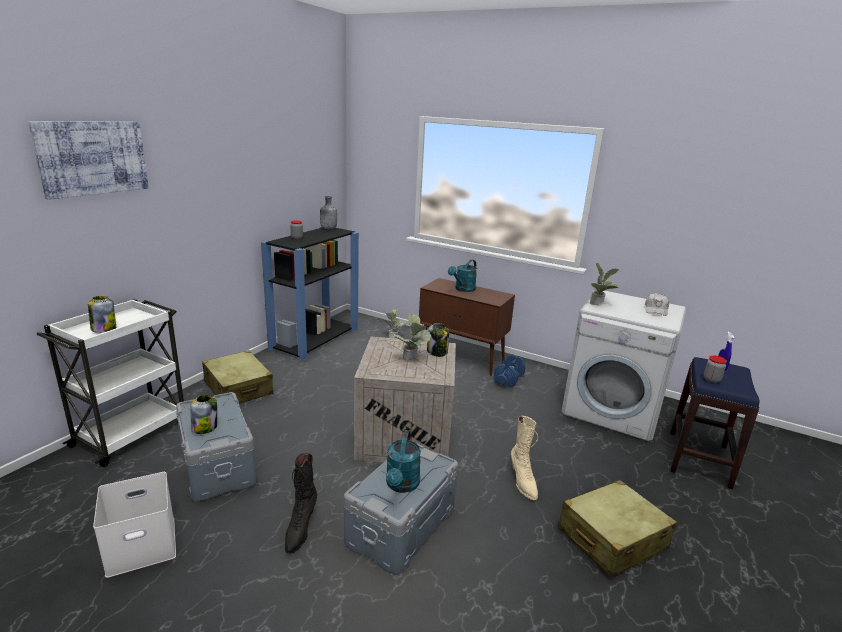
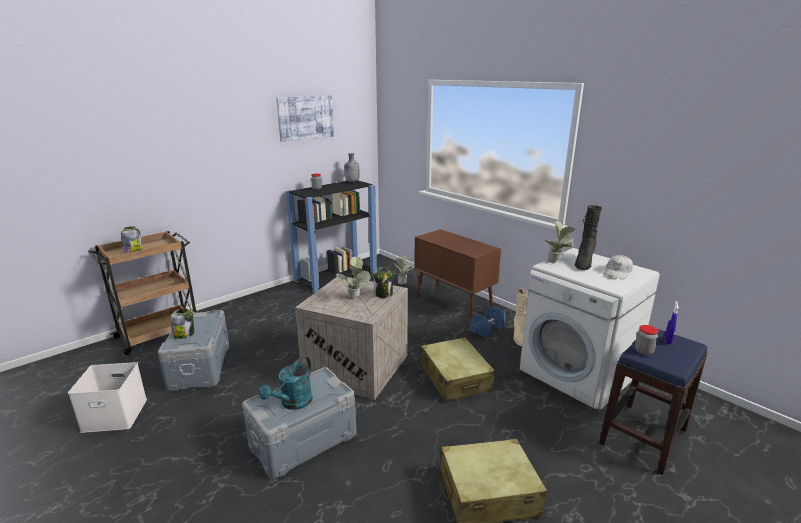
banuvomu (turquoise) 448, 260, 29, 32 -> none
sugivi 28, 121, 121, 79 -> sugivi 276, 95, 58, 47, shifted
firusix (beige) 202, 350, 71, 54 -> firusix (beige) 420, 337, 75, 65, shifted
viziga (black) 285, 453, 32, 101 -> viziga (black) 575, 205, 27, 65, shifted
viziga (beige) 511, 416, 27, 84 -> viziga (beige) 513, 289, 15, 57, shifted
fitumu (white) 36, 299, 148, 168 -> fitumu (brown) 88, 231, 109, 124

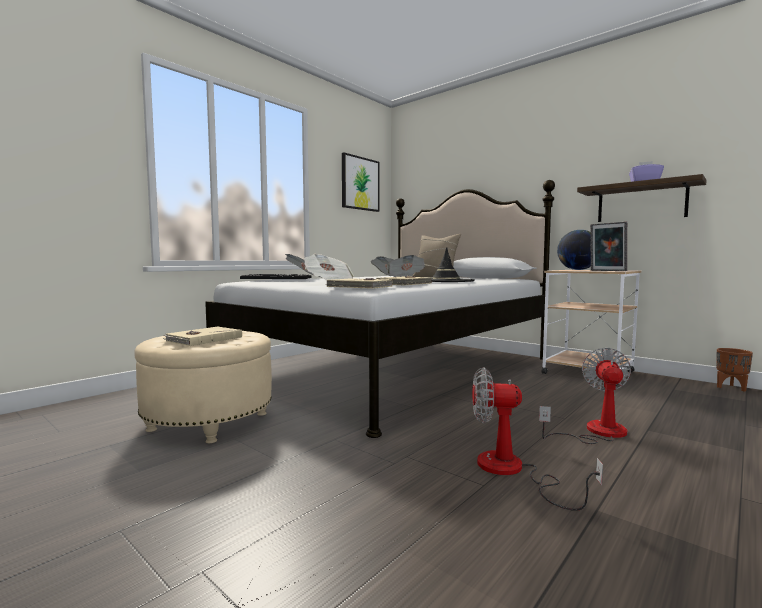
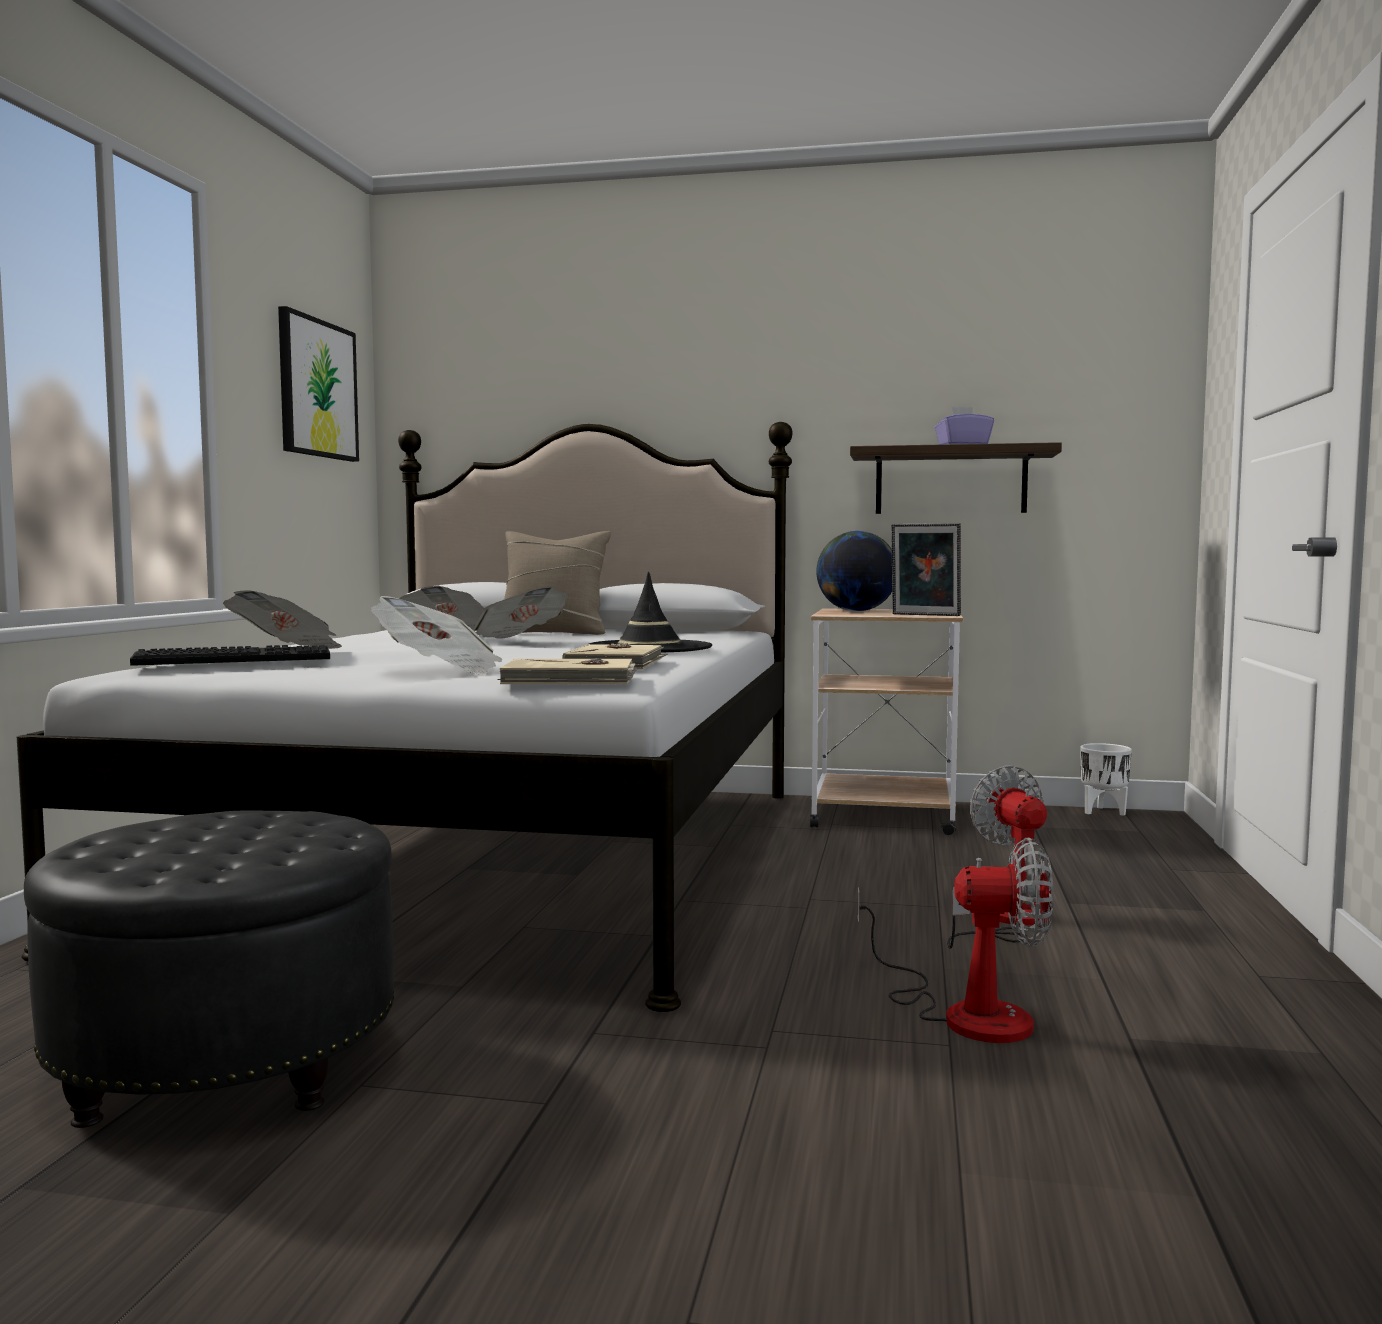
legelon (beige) 163, 327, 79, 19 -> none
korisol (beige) 134, 331, 138, 112 -> korisol (black) 24, 810, 370, 318
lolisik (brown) 716, 348, 37, 44 -> lolisik (white) 1080, 743, 52, 73
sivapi 472, 367, 131, 144 -> sivapi 858, 838, 196, 205, 150 degrees counterclockwise

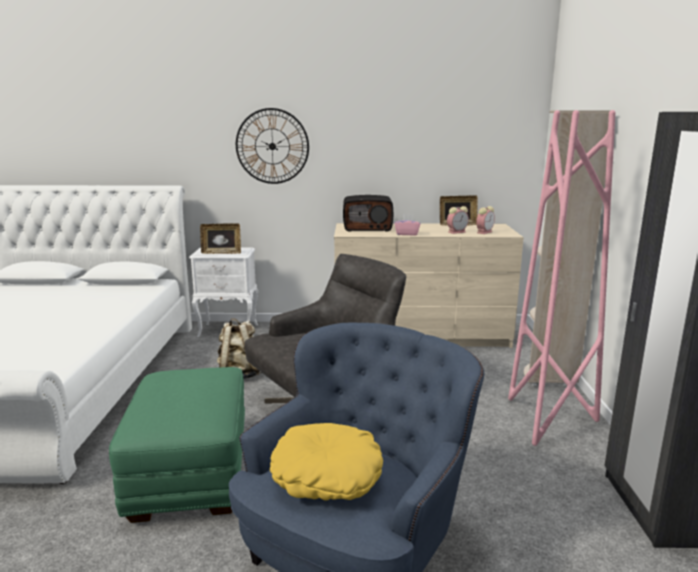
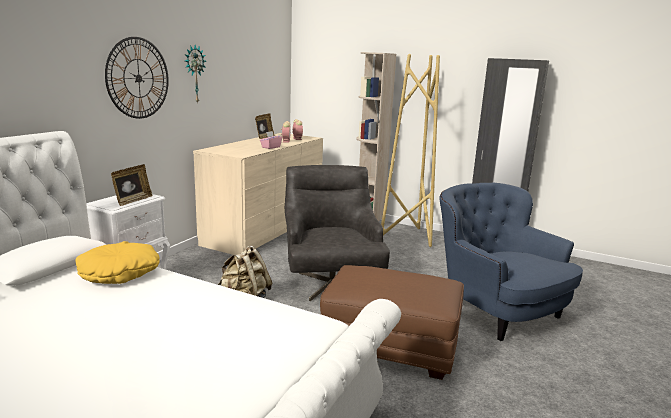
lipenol 343, 195, 50, 36 -> none
none -> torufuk 185, 45, 21, 59
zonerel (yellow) 270, 423, 113, 77 -> zonerel (yellow) 75, 241, 85, 43, shifted
korisol (green) 109, 367, 136, 156 -> korisol (brown) 320, 265, 144, 115
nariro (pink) 508, 110, 107, 336 -> nariro (yellow) 381, 54, 59, 193

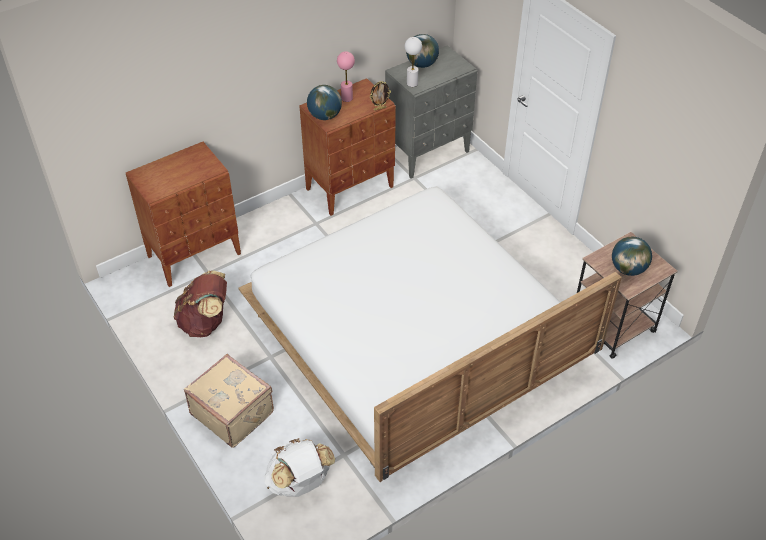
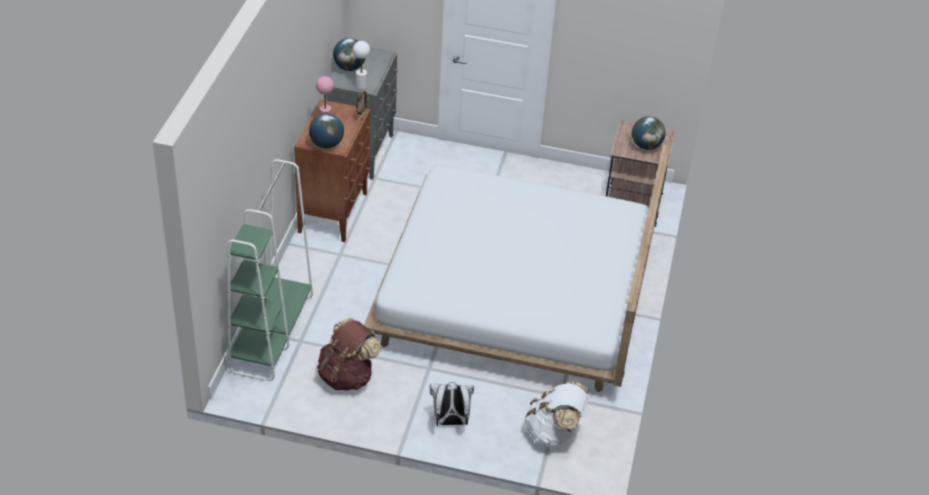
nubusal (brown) 126, 142, 115, 145 -> nariro (green) 227, 159, 86, 222
firusix (beige) 184, 354, 90, 94 -> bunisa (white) 430, 382, 44, 44

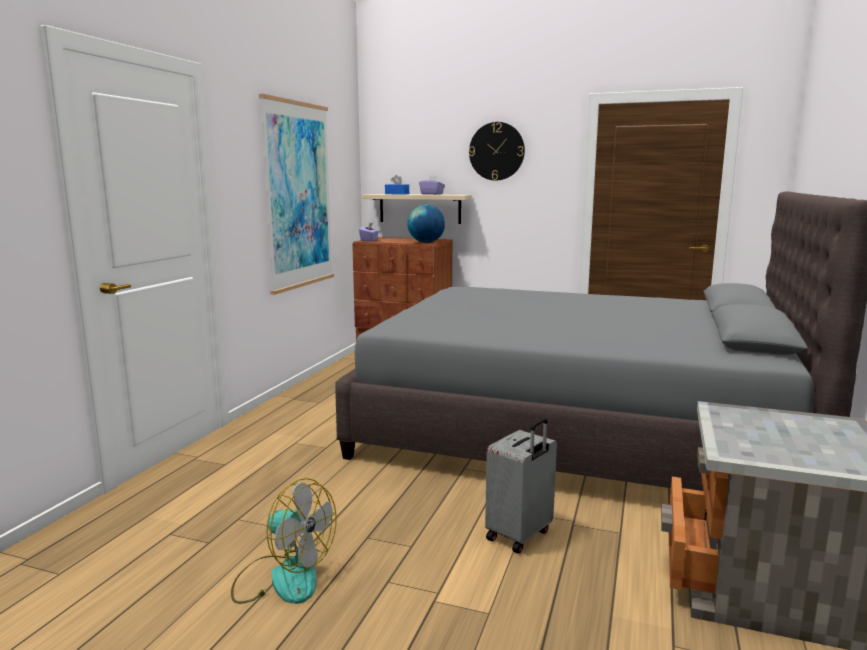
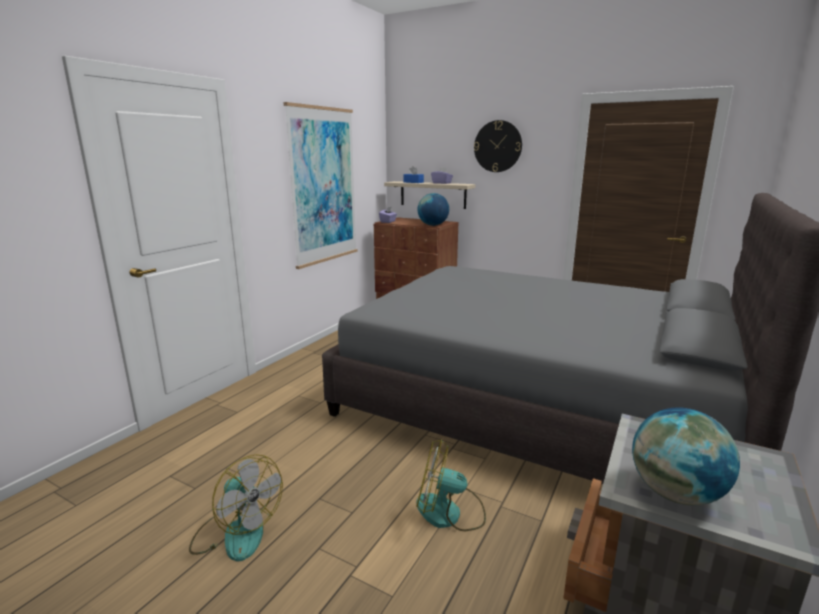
none -> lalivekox 632, 407, 108, 98
firusix (grey) 485, 418, 72, 135 -> sivapi 416, 439, 70, 92

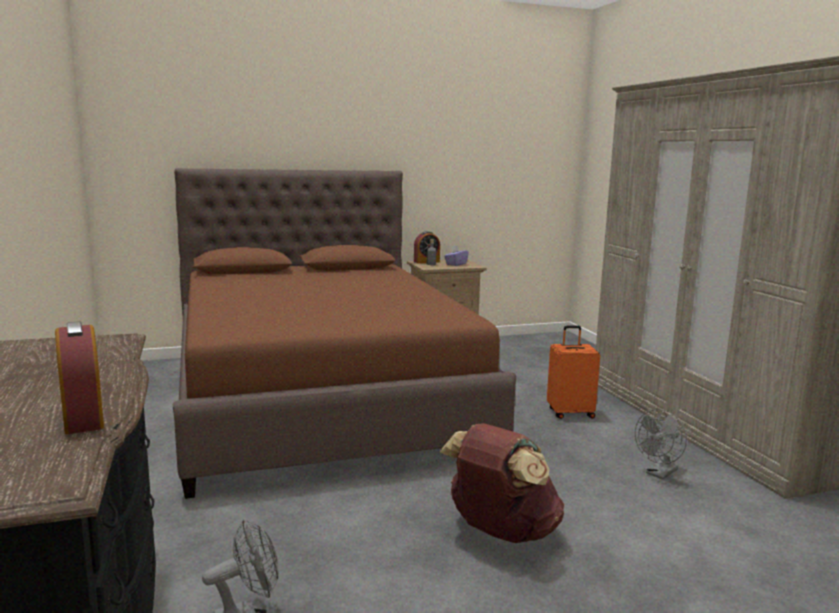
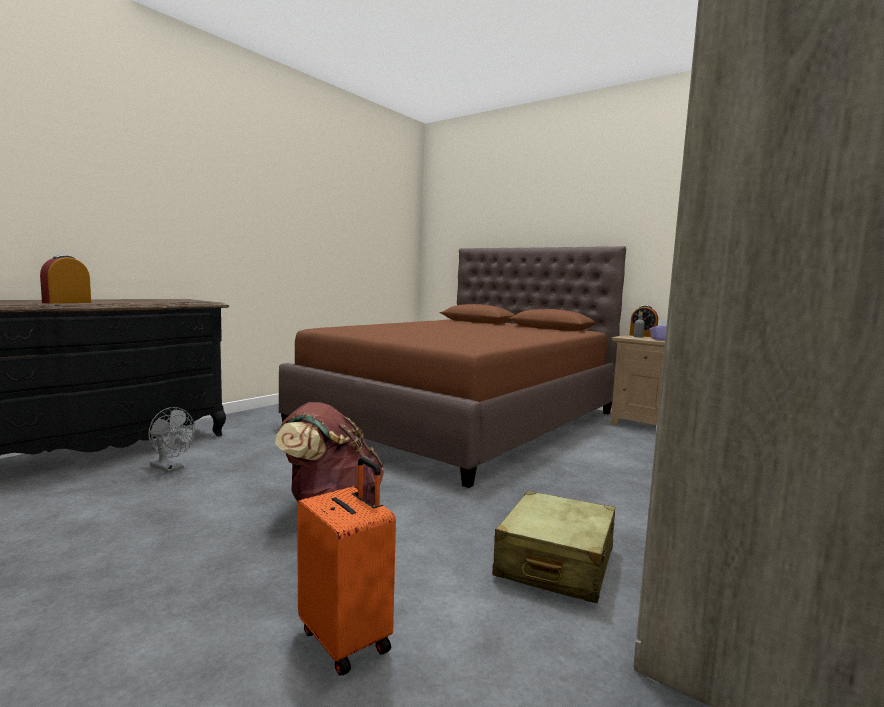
firusix (orange) 547, 326, 53, 93 -> firusix (orange) 297, 457, 99, 219, shifted
sivapi (grey) 635, 409, 52, 70 -> firusix (beige) 493, 491, 122, 112

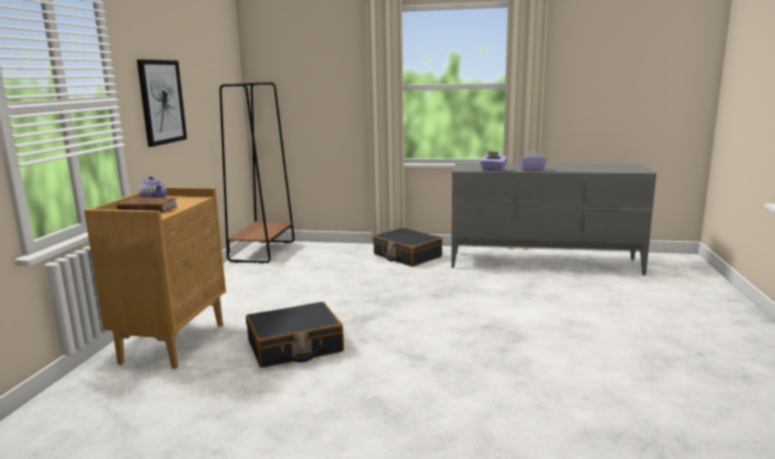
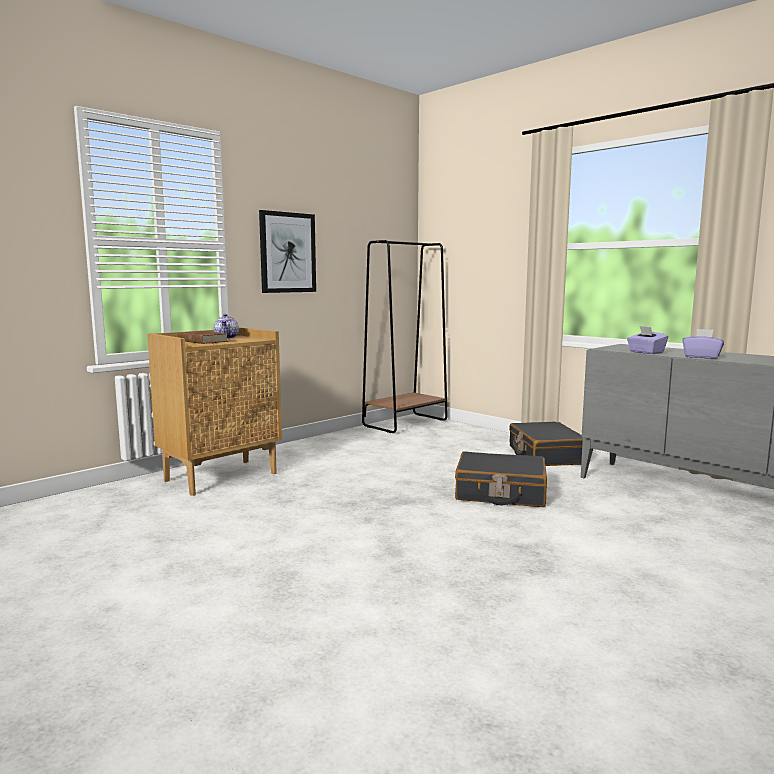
firusix (black) 246, 302, 98, 66 -> firusix (black) 455, 451, 92, 56, shifted

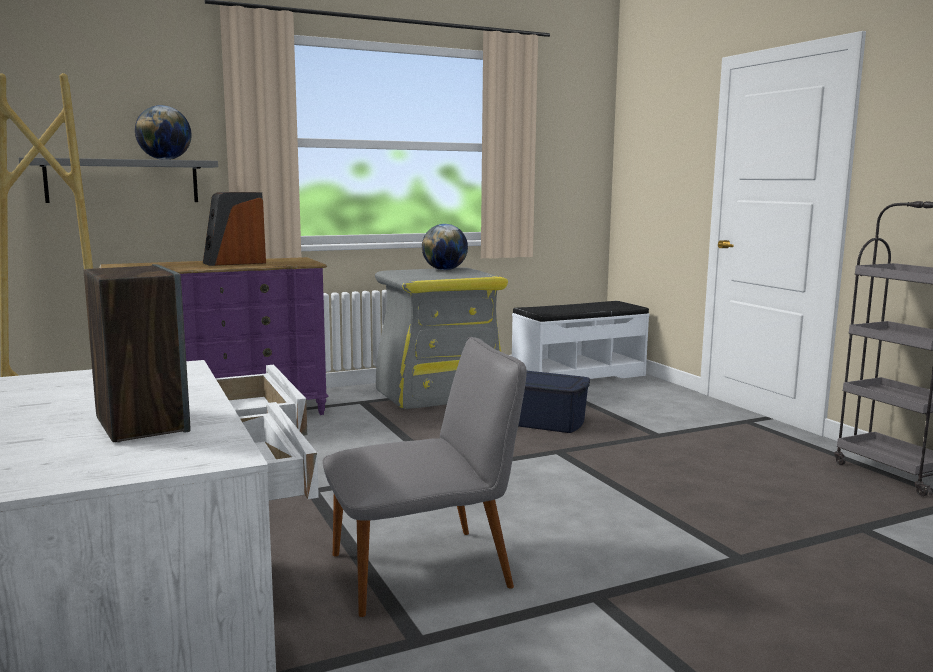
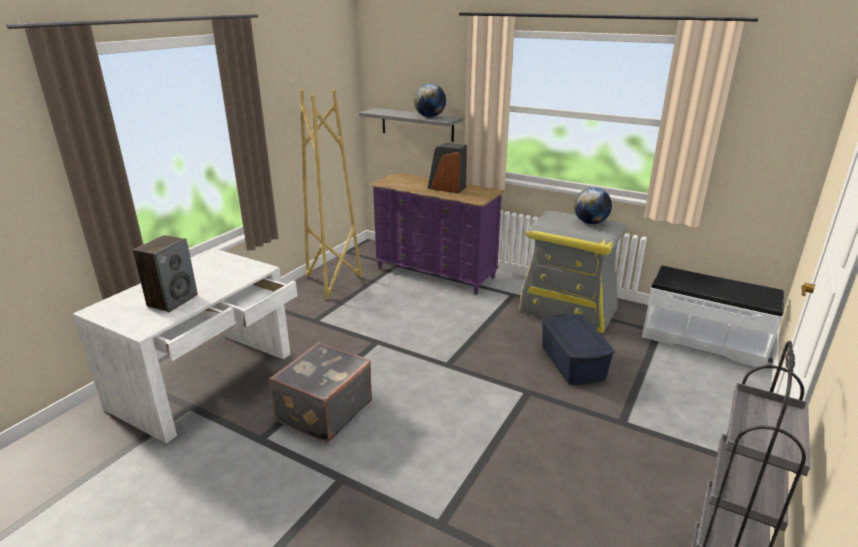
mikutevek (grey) 322, 337, 205, 280 -> firusix (grey) 269, 342, 103, 101

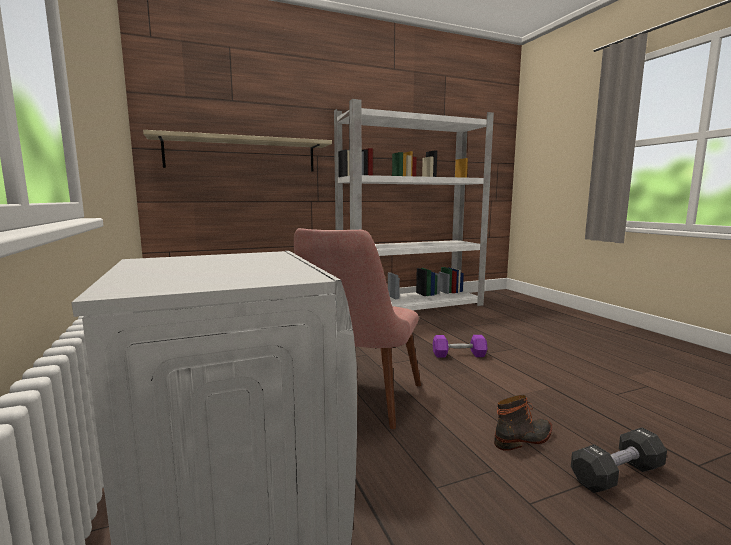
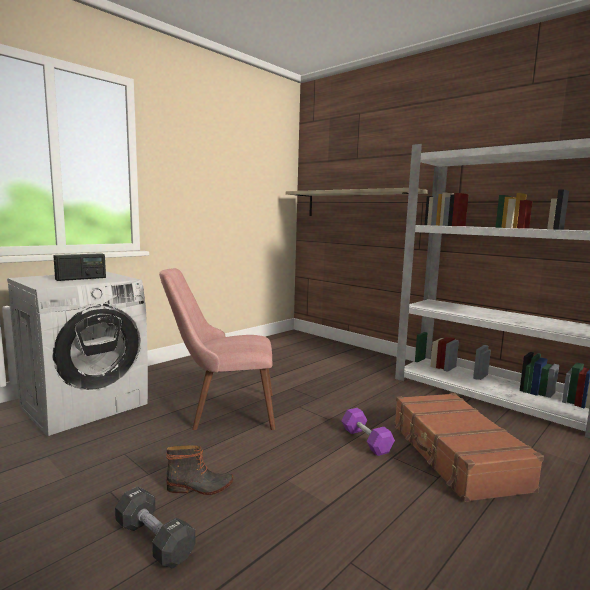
none -> lipenol 53, 253, 53, 28
none -> firusix (brown) 394, 393, 150, 109
viziga 494, 395, 58, 56 -> viziga 166, 445, 68, 50, 45 degrees counterclockwise

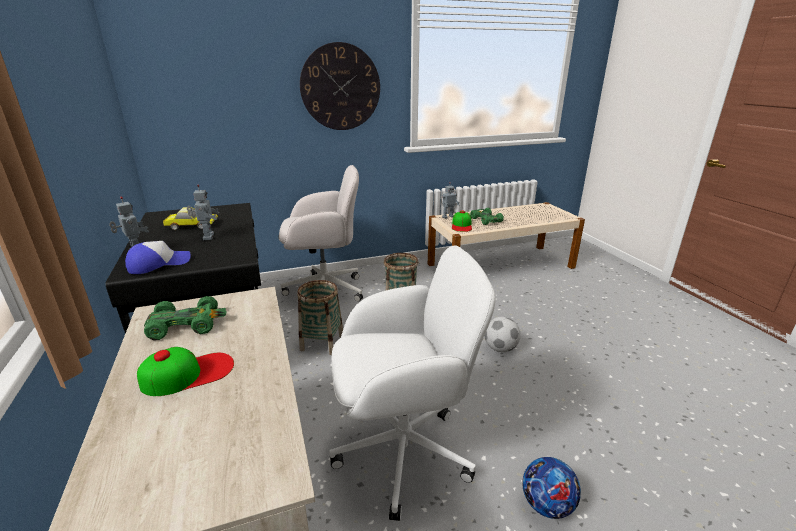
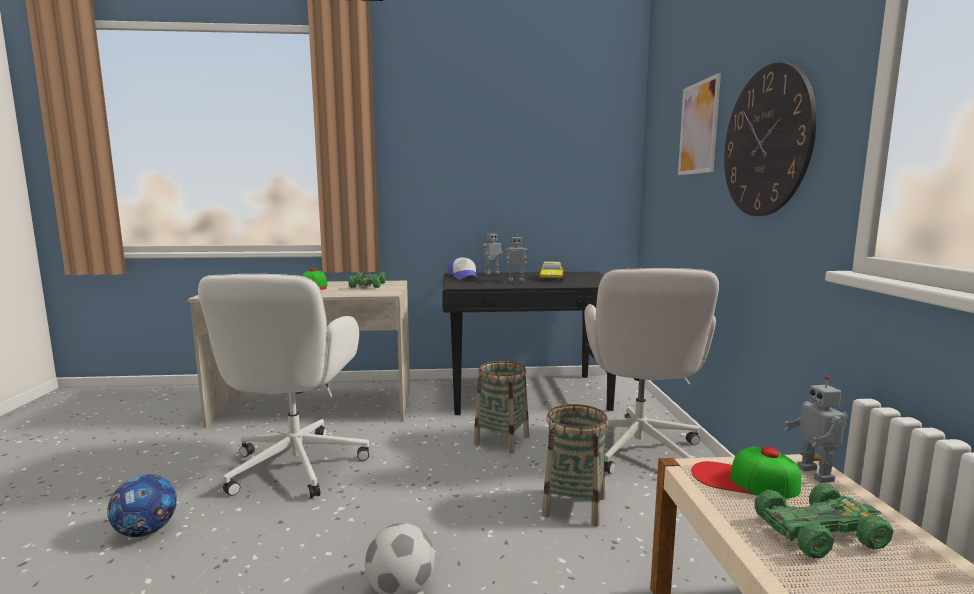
none -> sugivi 678, 73, 43, 102

